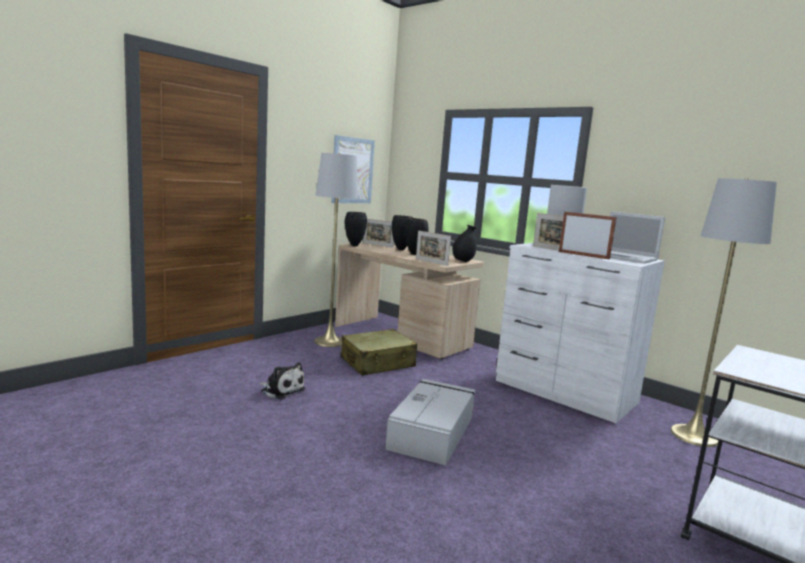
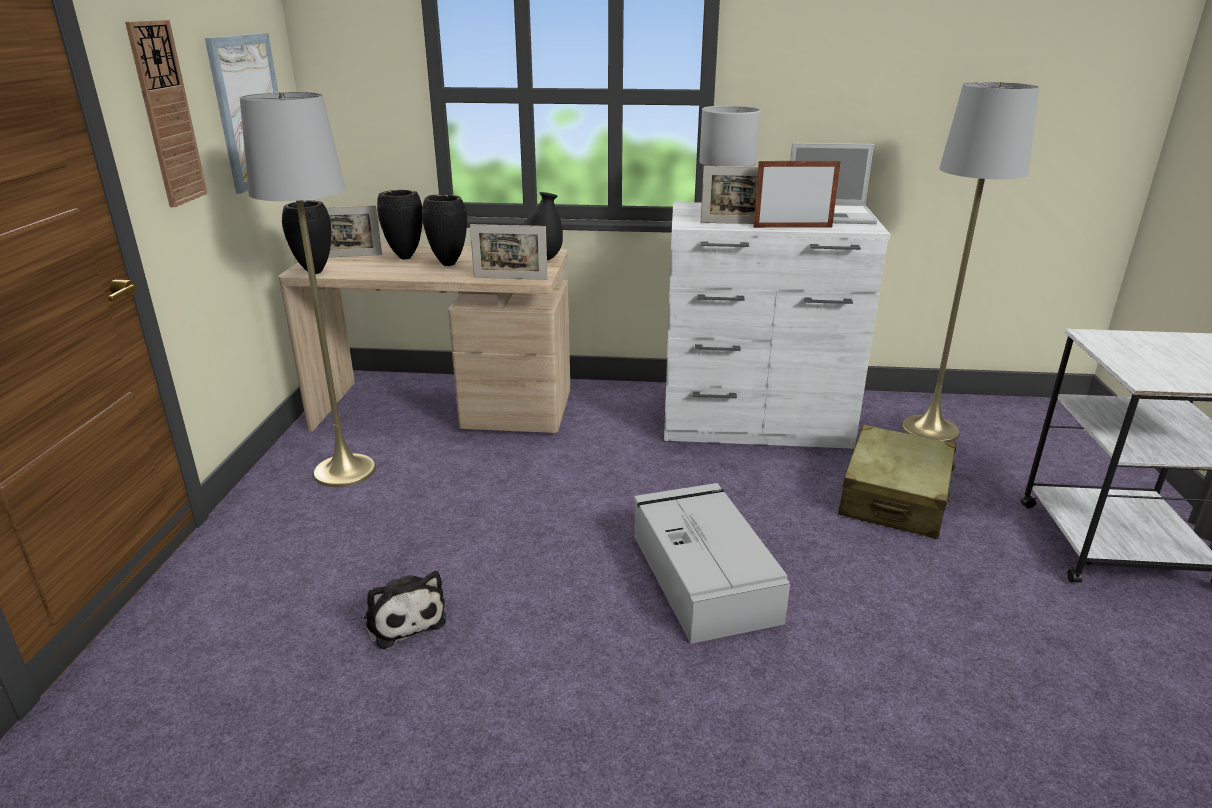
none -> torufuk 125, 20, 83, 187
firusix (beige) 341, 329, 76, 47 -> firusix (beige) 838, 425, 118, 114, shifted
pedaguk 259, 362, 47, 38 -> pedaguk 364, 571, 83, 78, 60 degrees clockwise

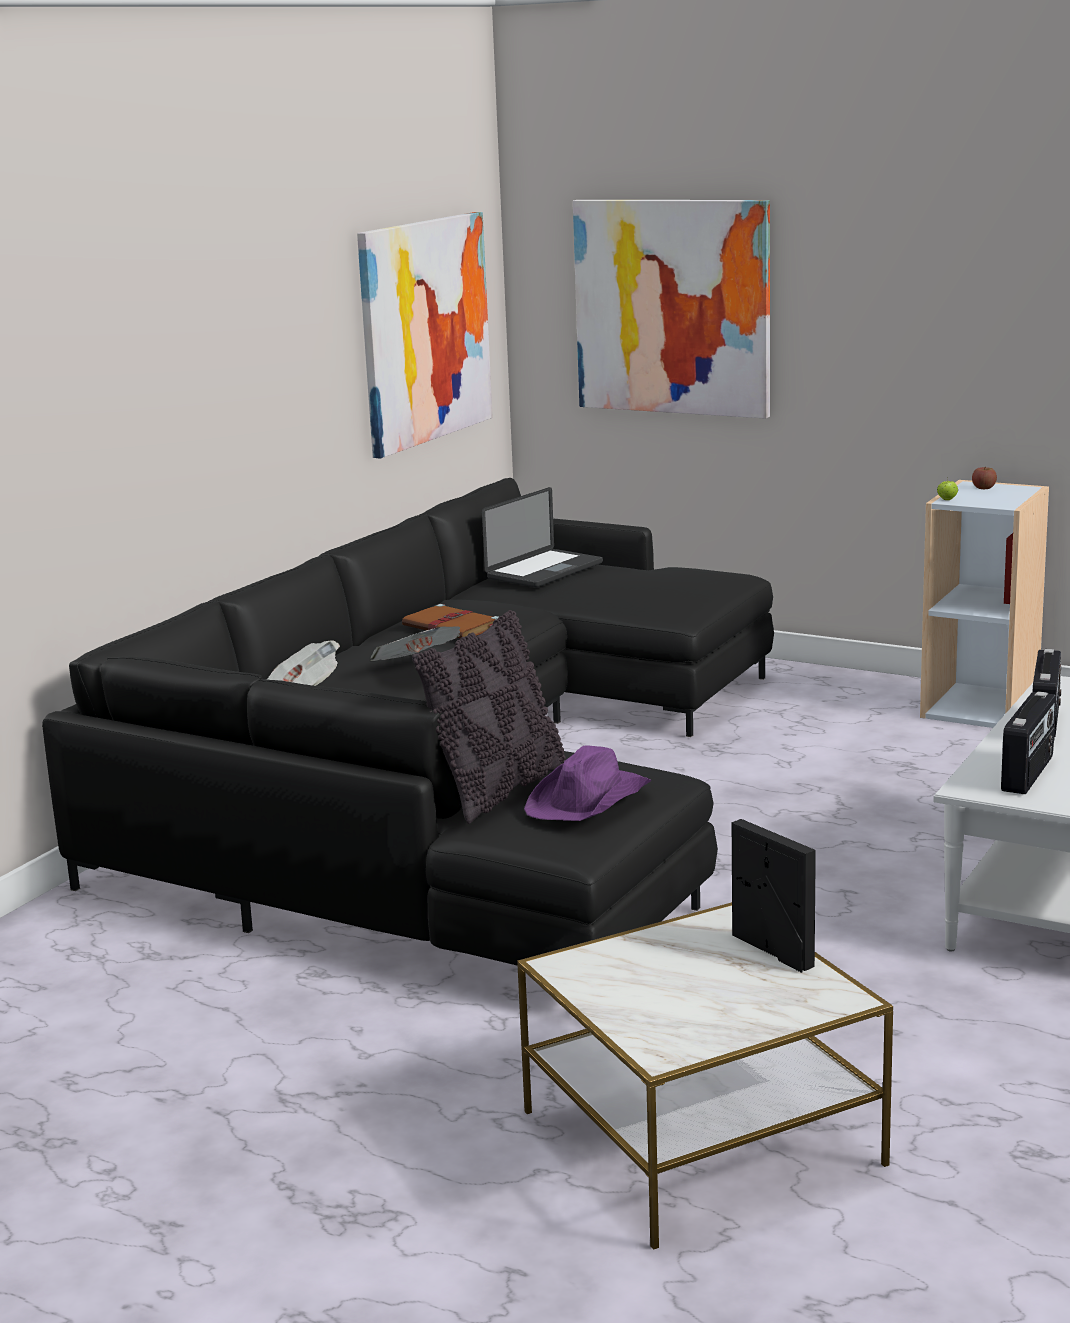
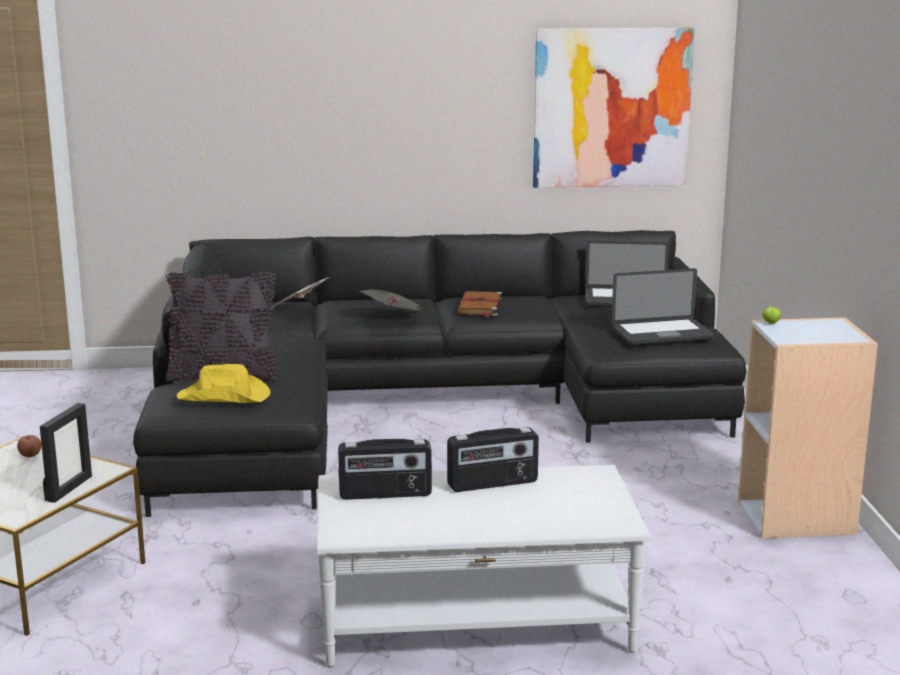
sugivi 573, 200, 197, 219 -> none
none -> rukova 612, 268, 102, 77
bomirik 972, 466, 25, 23 -> bomirik 17, 435, 24, 22, shifted
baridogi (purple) 524, 745, 128, 76 -> baridogi (yellow) 177, 364, 94, 39

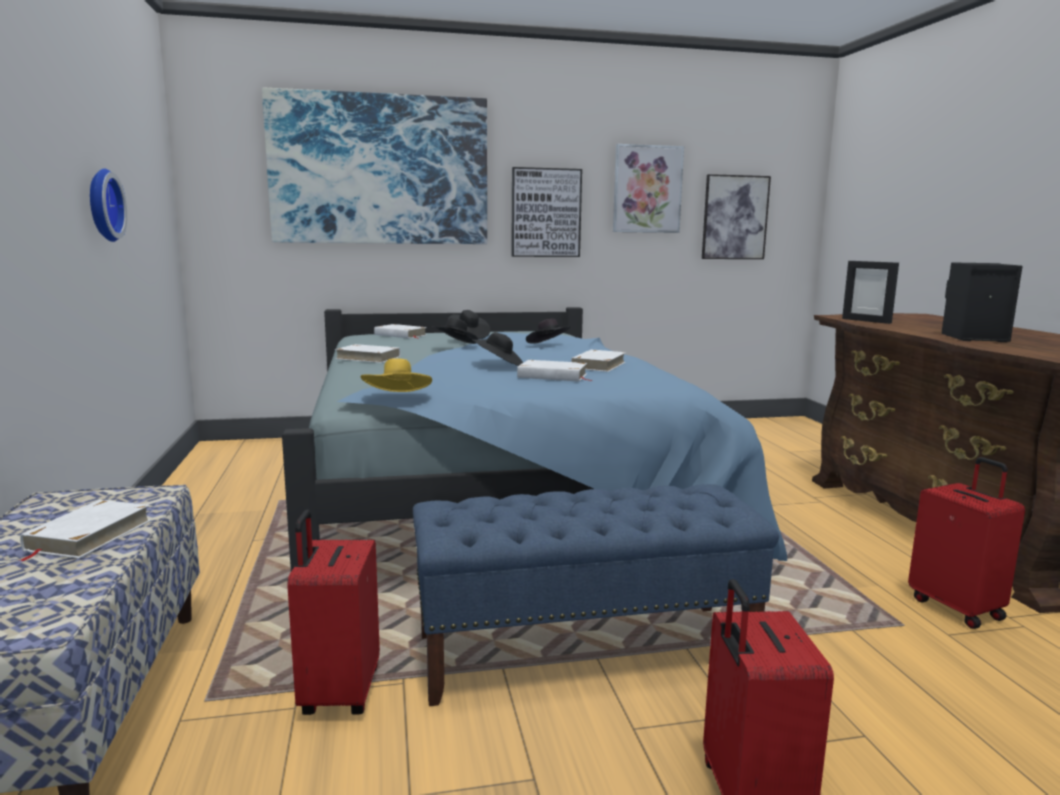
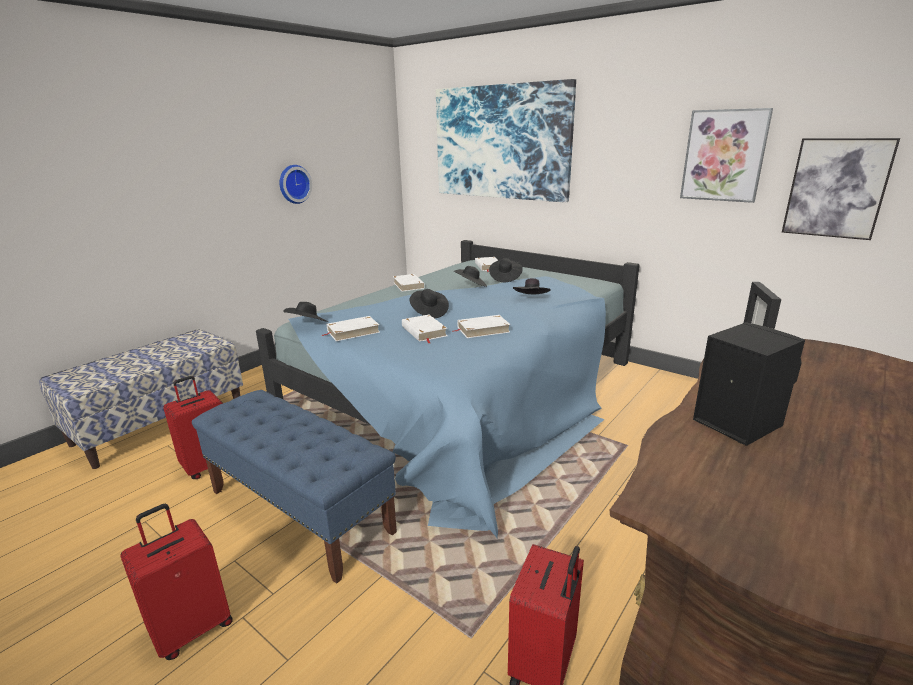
sugivi 511, 167, 71, 90 -> none
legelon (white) 18, 499, 133, 63 -> legelon (white) 322, 316, 58, 25, shifted
baridogi (yellow) 361, 358, 71, 34 -> baridogi (black) 283, 302, 45, 20

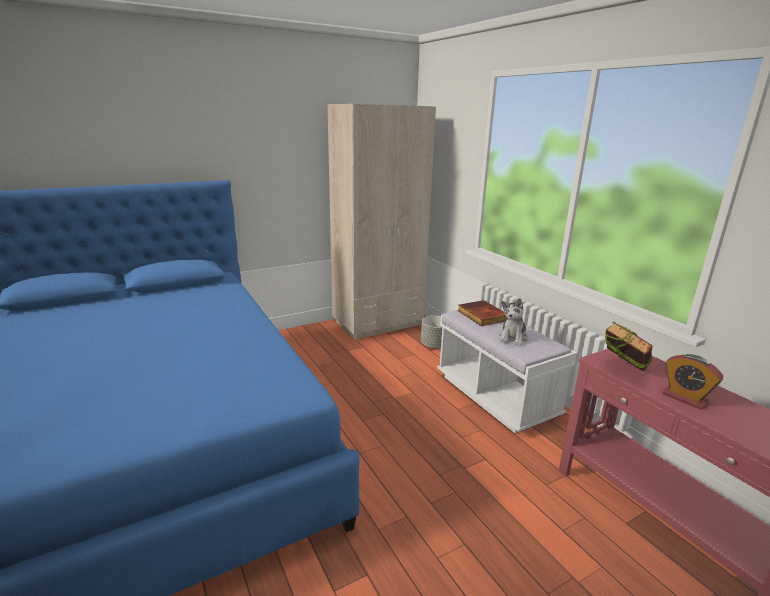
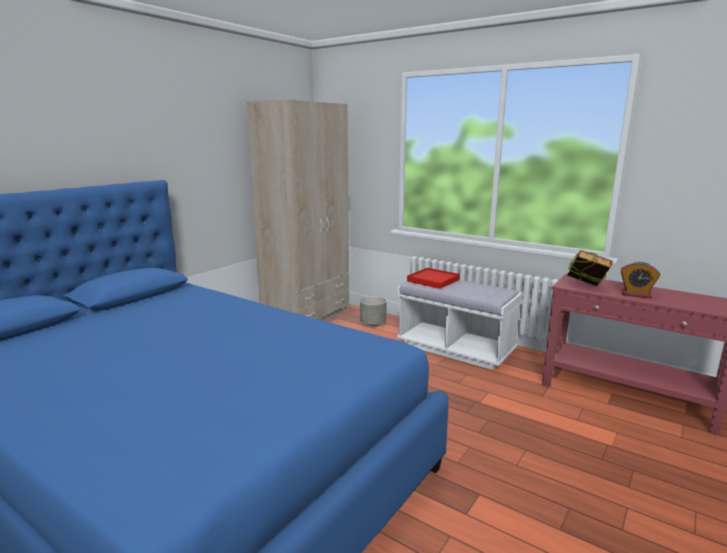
pedaguk 499, 298, 29, 48 -> none
legelon 458, 300, 50, 26 -> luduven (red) 407, 268, 53, 21

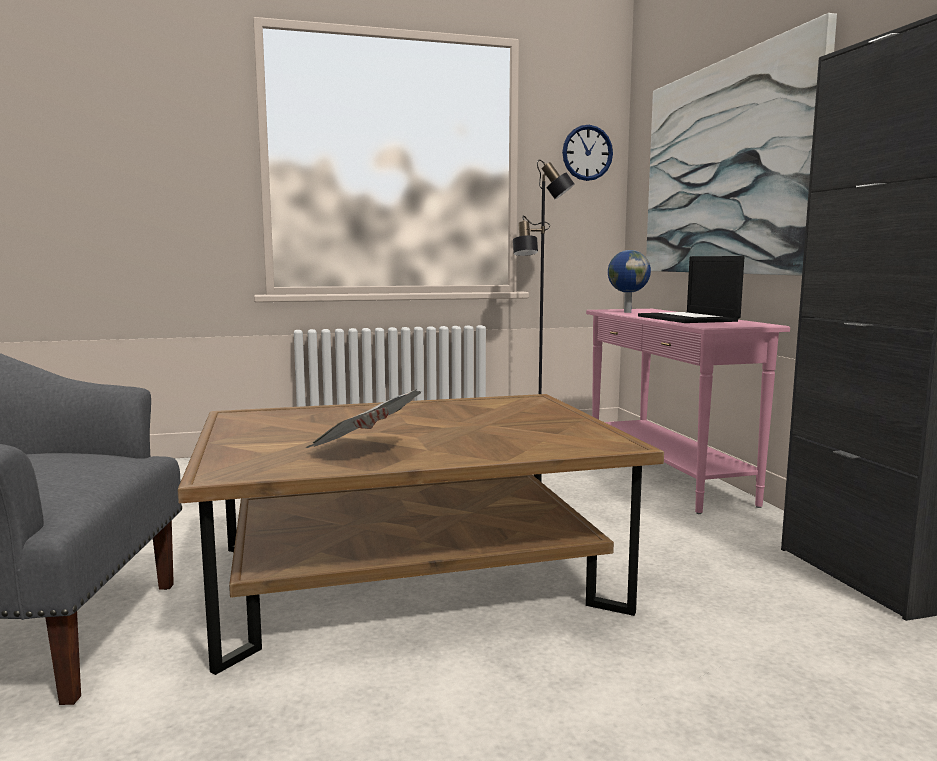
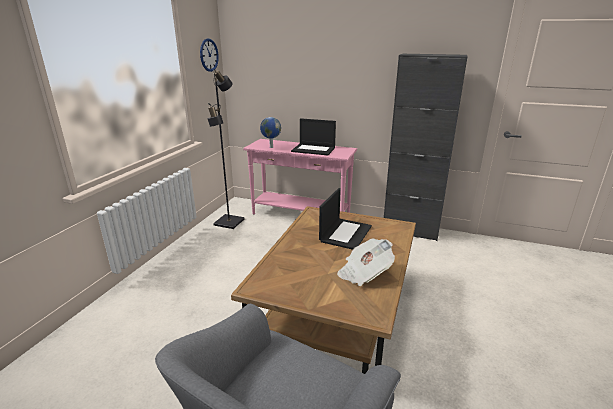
sugivi 646, 13, 191, 263 -> none
none -> rukova 319, 188, 53, 62

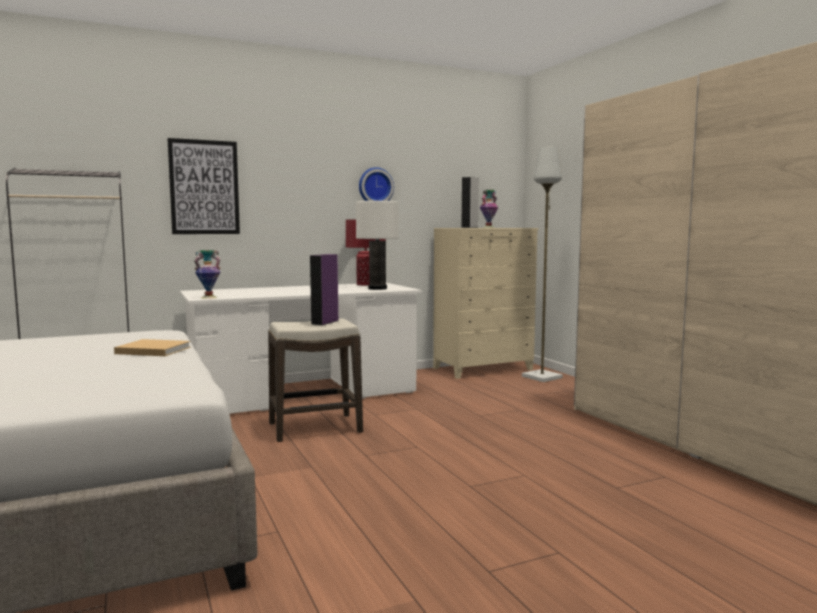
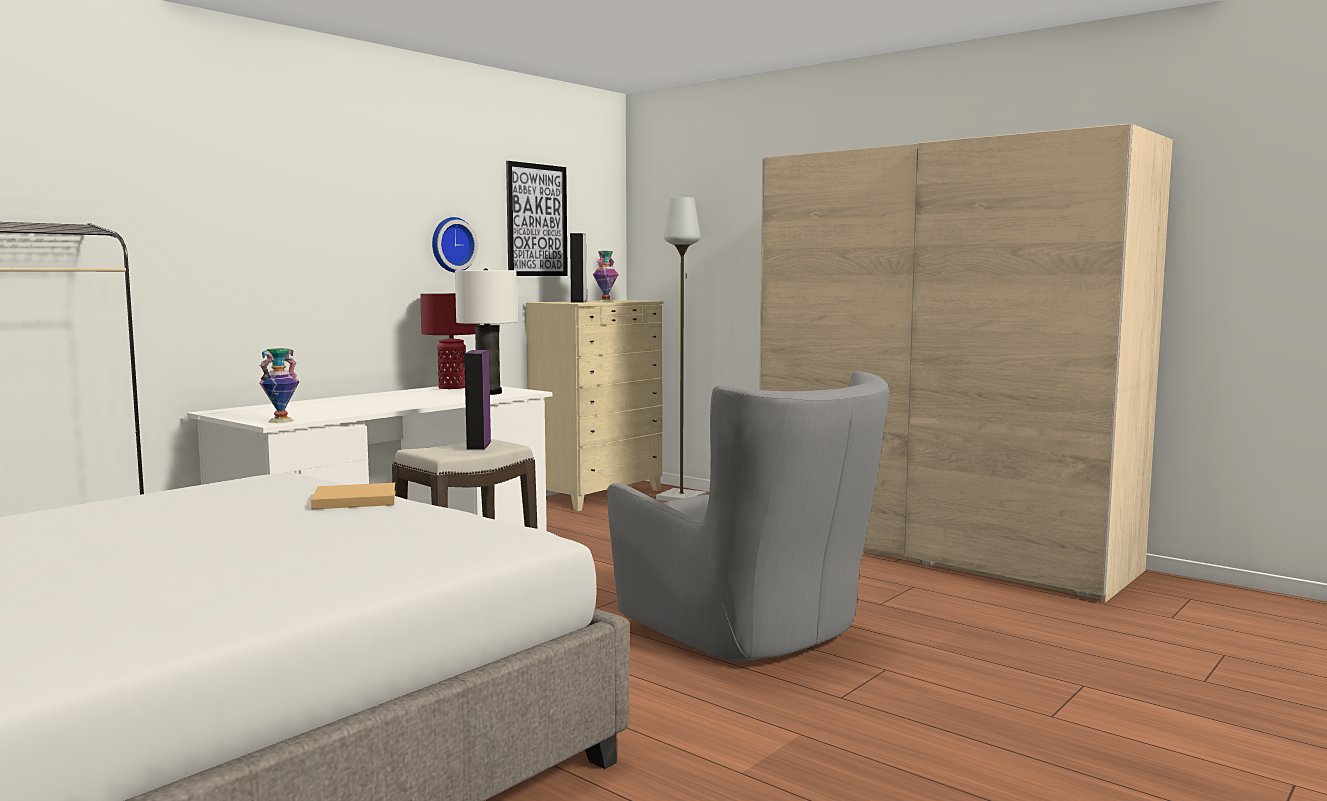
none -> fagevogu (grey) 607, 371, 282, 291
sugivi 167, 138, 73, 96 -> sugivi 506, 161, 62, 115, shifted

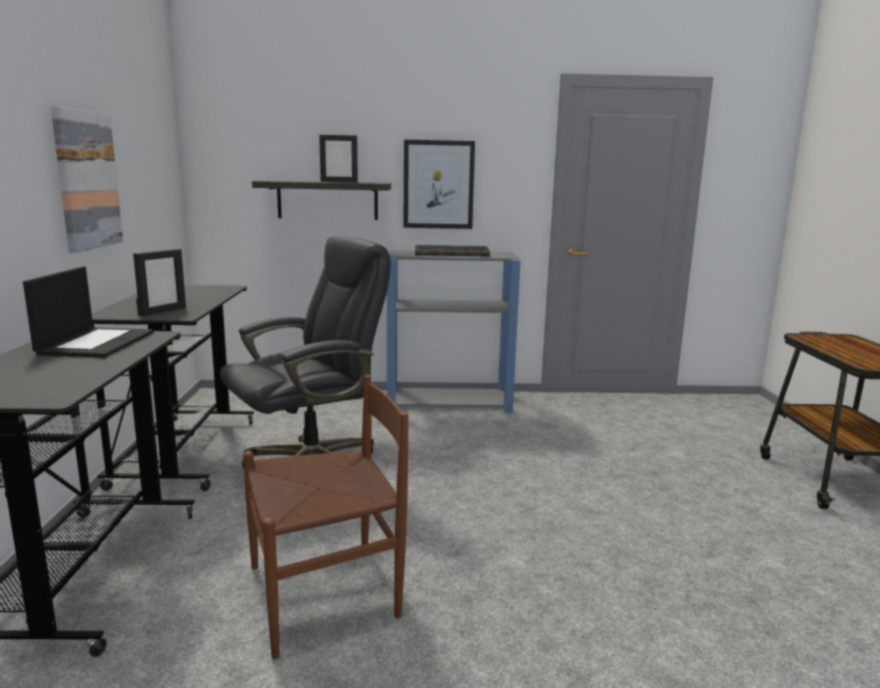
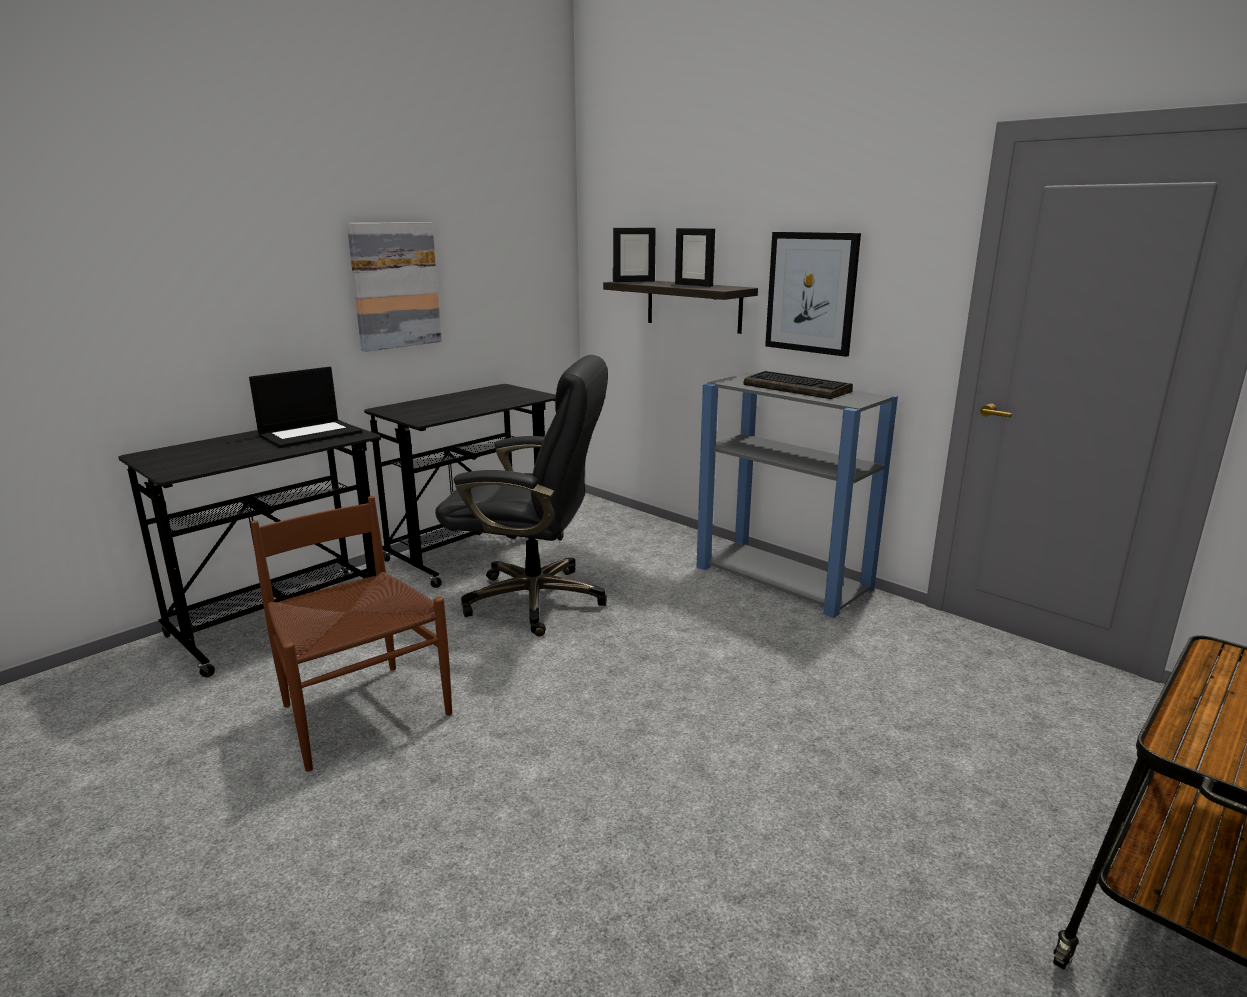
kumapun 133, 249, 53, 67 -> kumapun 613, 228, 43, 54, shifted
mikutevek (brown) 243, 375, 165, 284 -> mikutevek (brown) 250, 496, 202, 276, 150 degrees counterclockwise

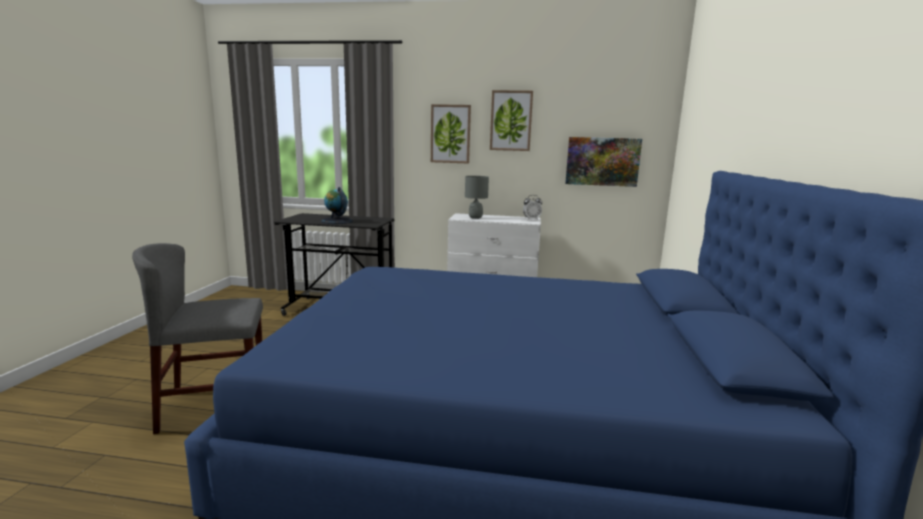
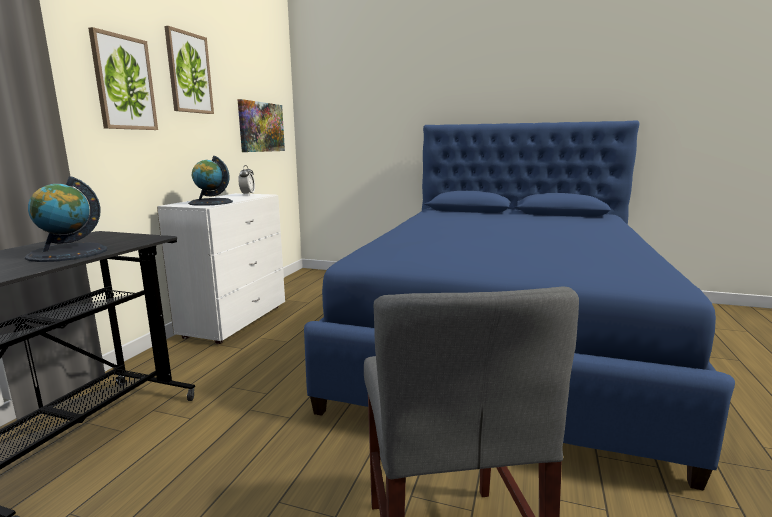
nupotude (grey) 465, 176, 24, 43 -> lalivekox 188, 156, 45, 50

